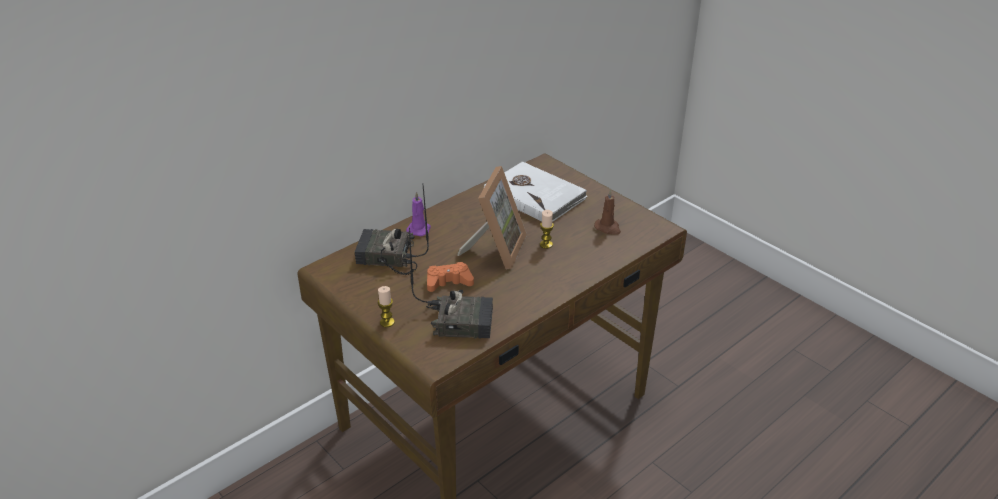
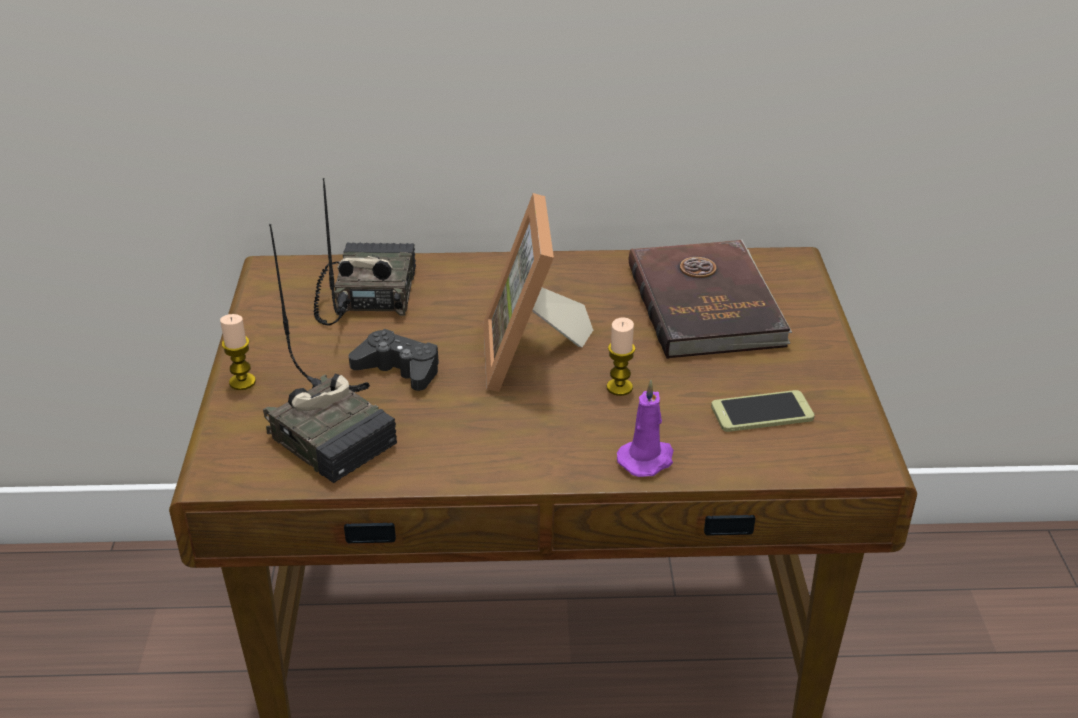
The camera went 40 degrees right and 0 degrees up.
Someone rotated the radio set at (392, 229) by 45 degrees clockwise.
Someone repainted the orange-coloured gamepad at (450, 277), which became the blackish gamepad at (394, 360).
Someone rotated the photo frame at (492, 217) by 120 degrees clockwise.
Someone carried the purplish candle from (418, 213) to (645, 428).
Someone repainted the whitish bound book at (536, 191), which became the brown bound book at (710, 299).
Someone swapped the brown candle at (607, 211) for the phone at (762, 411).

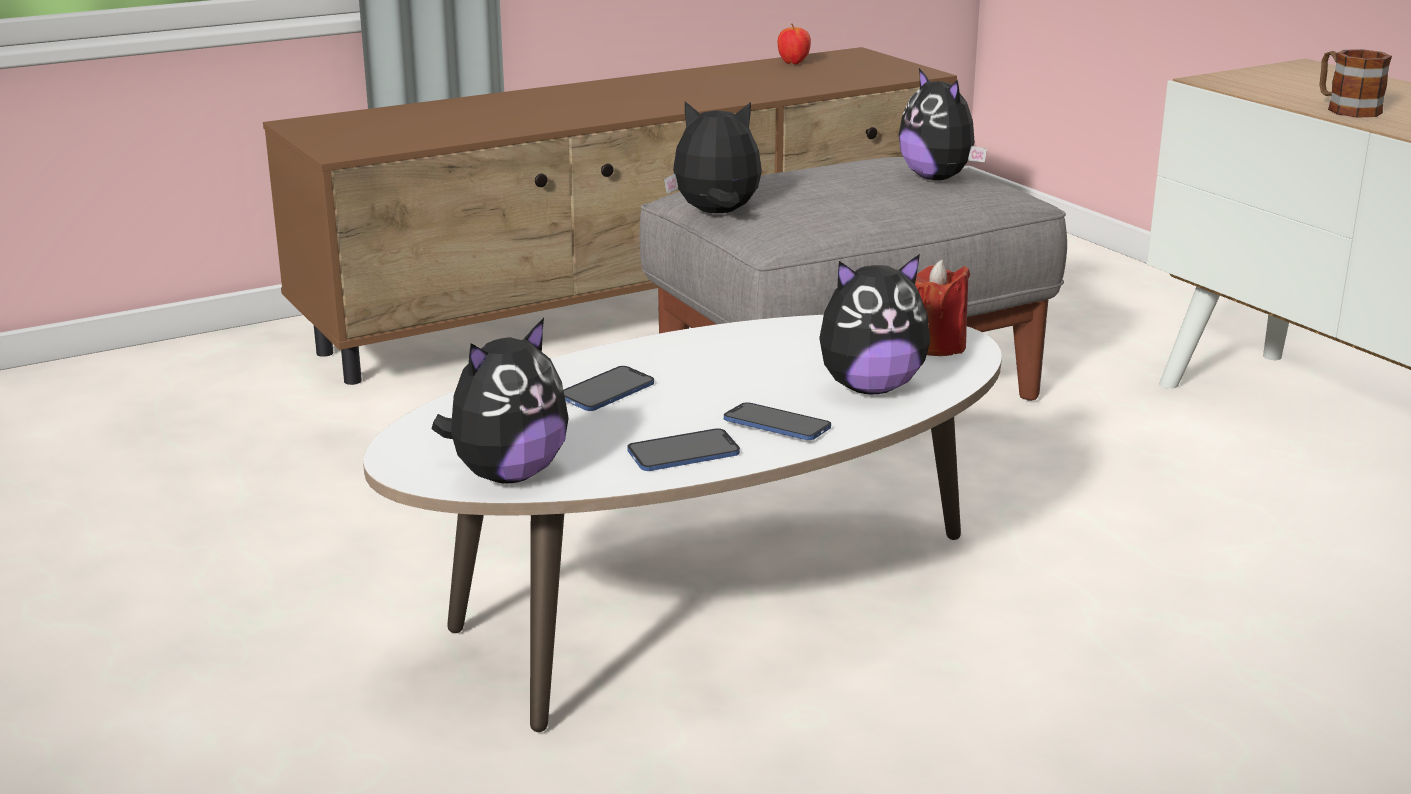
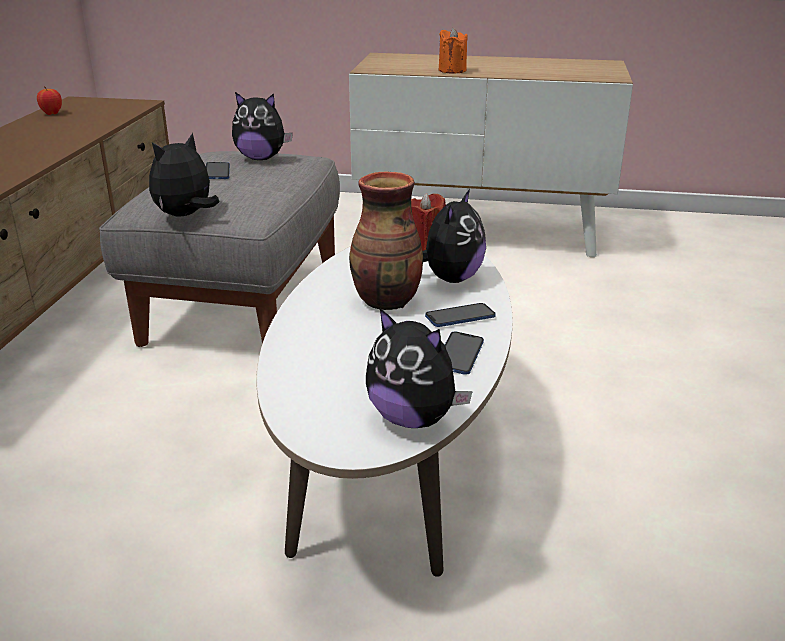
The camera went 50 degrees left and 5 degrees up.
Someone carried the phone from (608, 388) to (218, 170).
Someone put down the decorative vase at (386, 241).
Someone rotated the plush toy at (500, 401) by 135 degrees clockwise.
Someone swapped the tea mug at (1356, 83) for the orange-coloured candle at (453, 51).

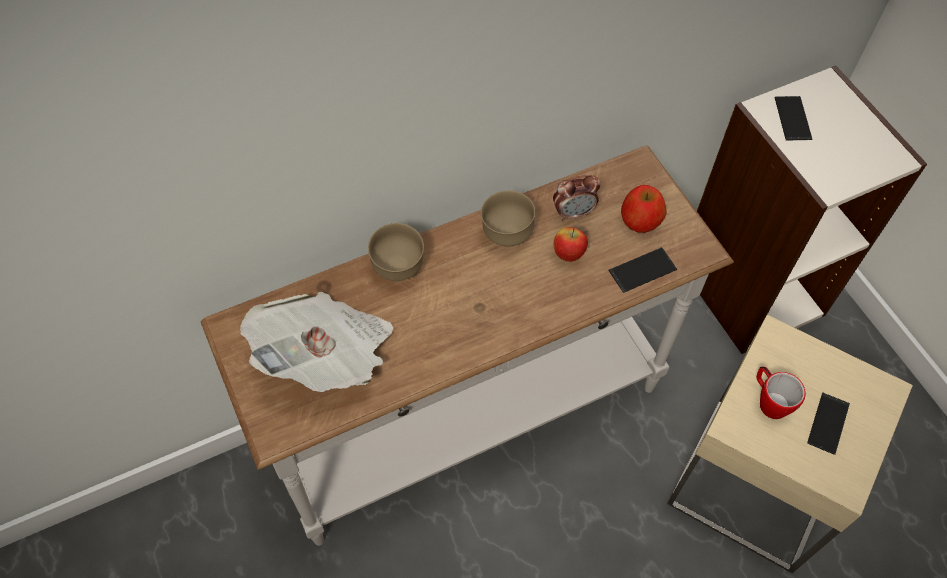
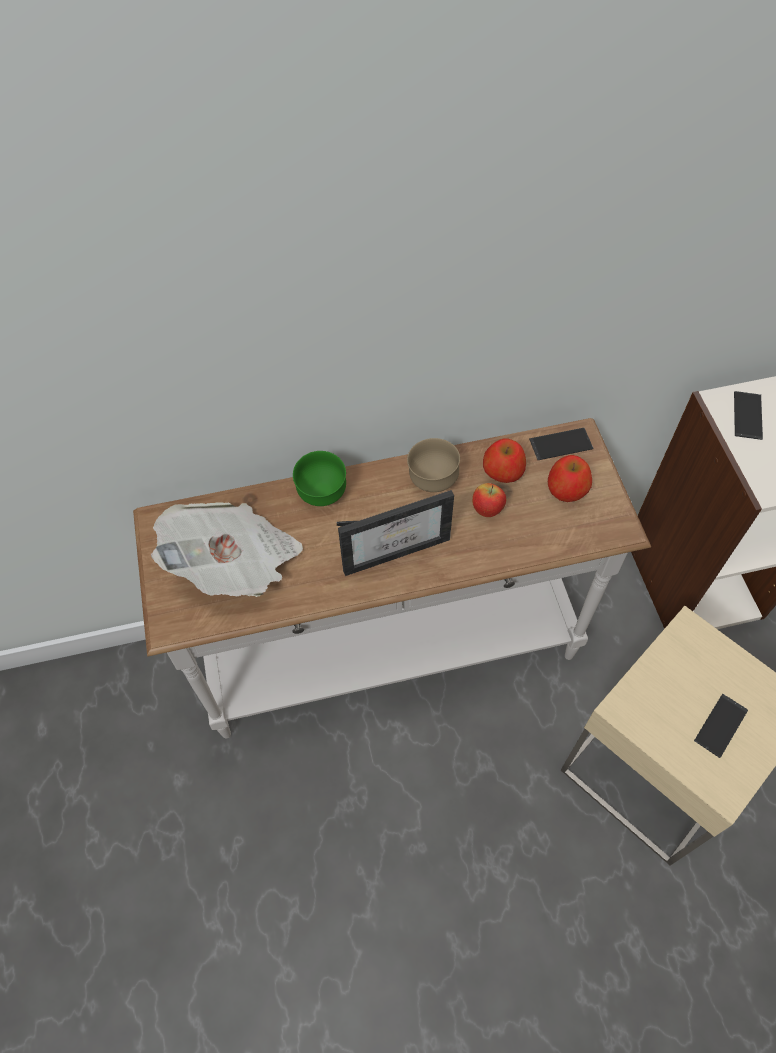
The camera went 15 degrees right and 0 degrees up.
Someone repainted the brown deep dish at (396, 252), which became the green deep dish at (319, 478).
Someone put down the photo frame at (395, 533).
Someone swapped the bedside clock at (576, 198) for the apple at (504, 460).
Someone carried the phone from (642, 270) to (561, 444).
Someone took away the tea mug at (781, 393).

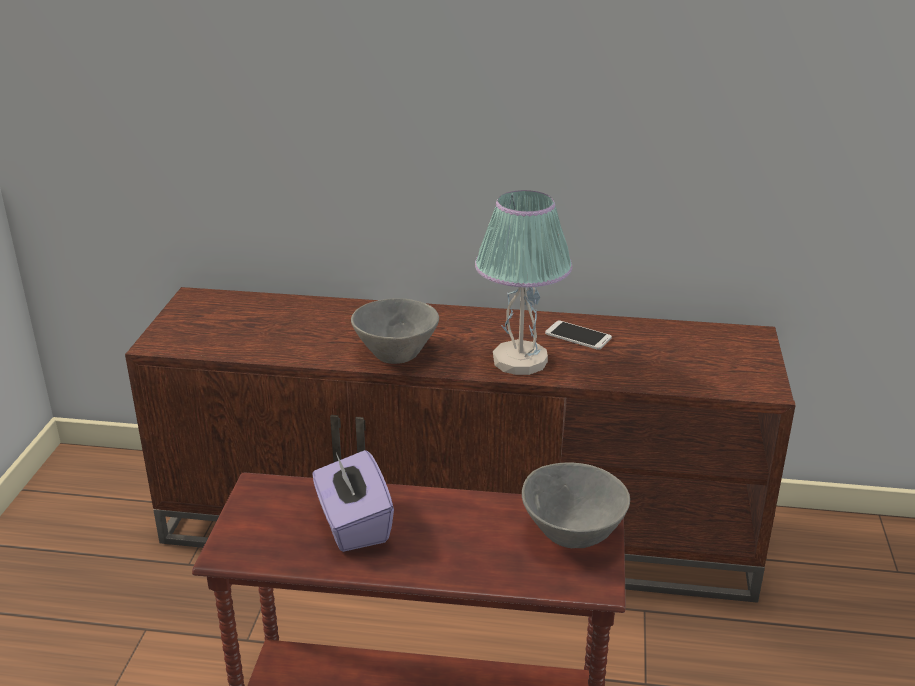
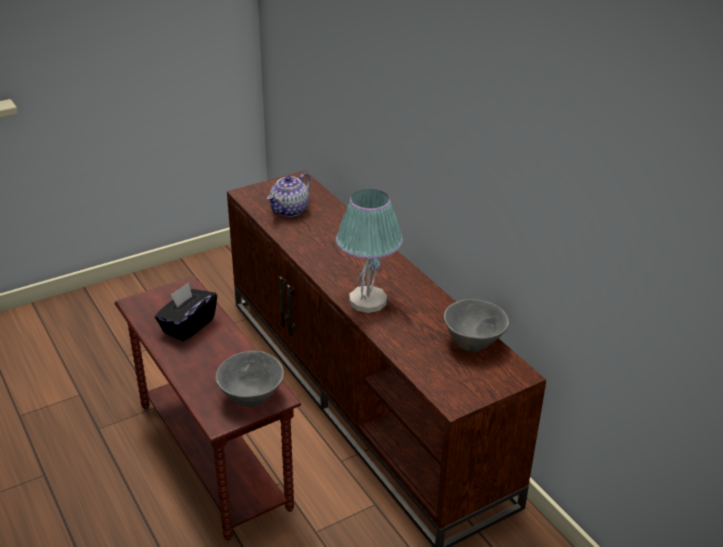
The camera went 50 degrees right and 5 degrees up.
Someone repainted the purplish tissue holder at (353, 501), which became the blackish tissue holder at (186, 312).
Someone put down the teapot at (289, 195).
Someone carried the grey deep dish from (395, 331) to (476, 325).
Someone took away the phone at (578, 335).

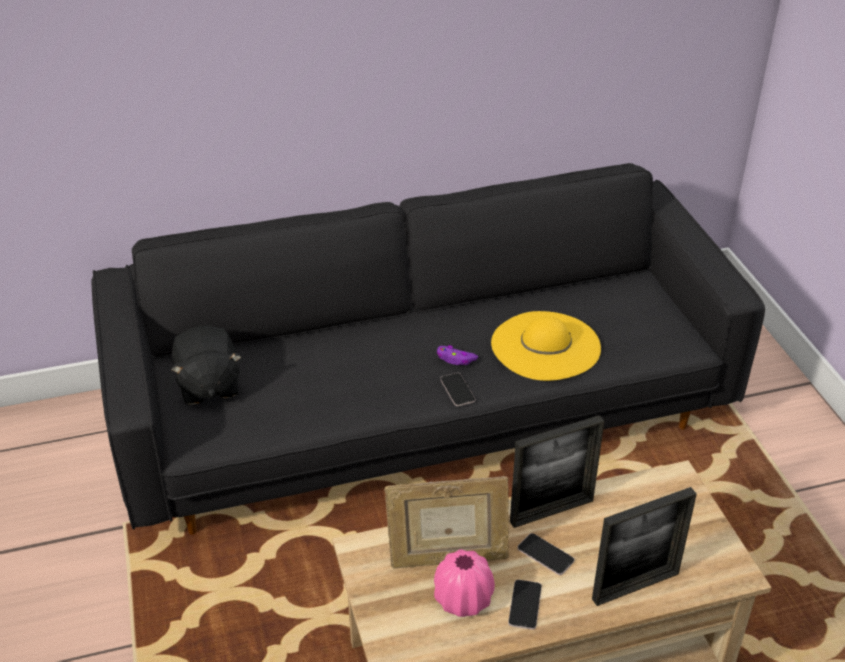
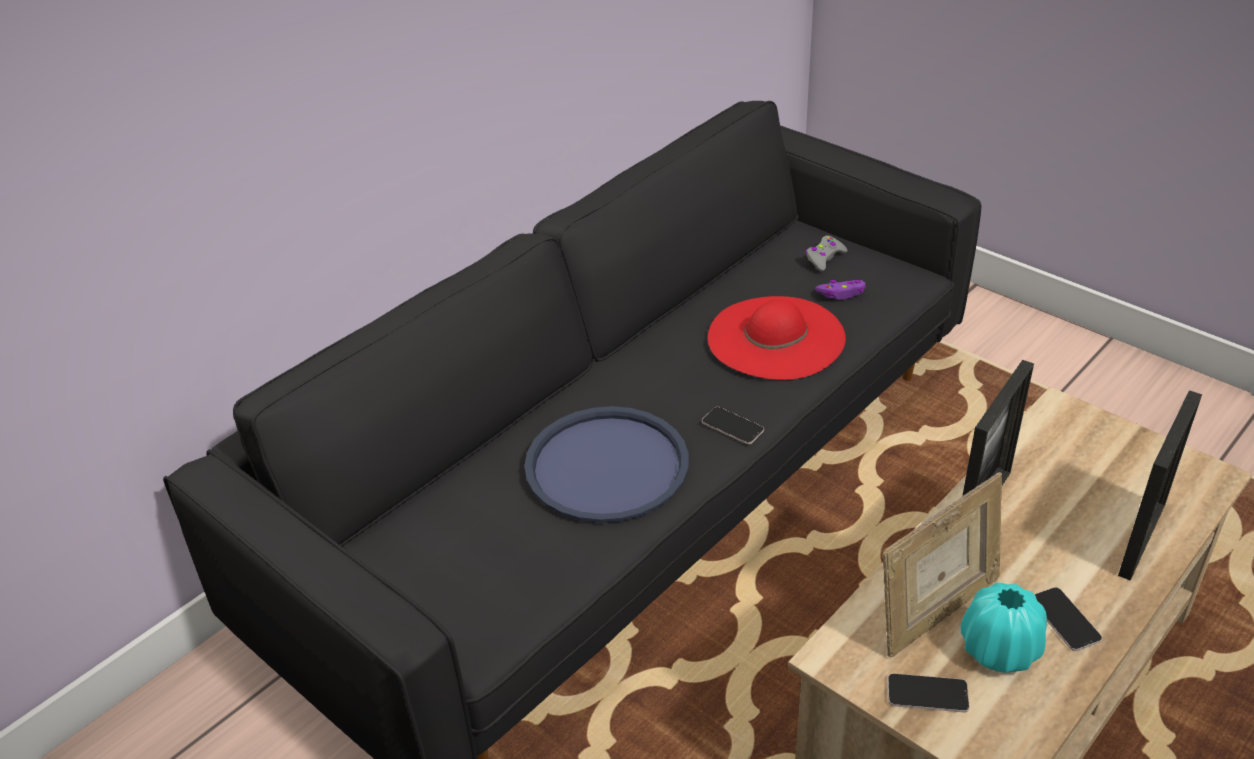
The camera went 30 degrees left and 0 degrees up.
Someone put down the blue-coloured carrying tray at (606, 464).
Someone repainted the yellowish clothing hat at (546, 346), which became the reddish clothing hat at (777, 338).
Someone put down the grey gamepad at (827, 253).
Someone carried the purplish gamepad from (457, 355) to (840, 290).
Someone carried the phone from (546, 554) to (929, 692).
Someone repainted the pink decorative vase at (464, 583), which became the blue-green decorative vase at (1004, 627).
Someone took away the blackish plush toy at (206, 365).

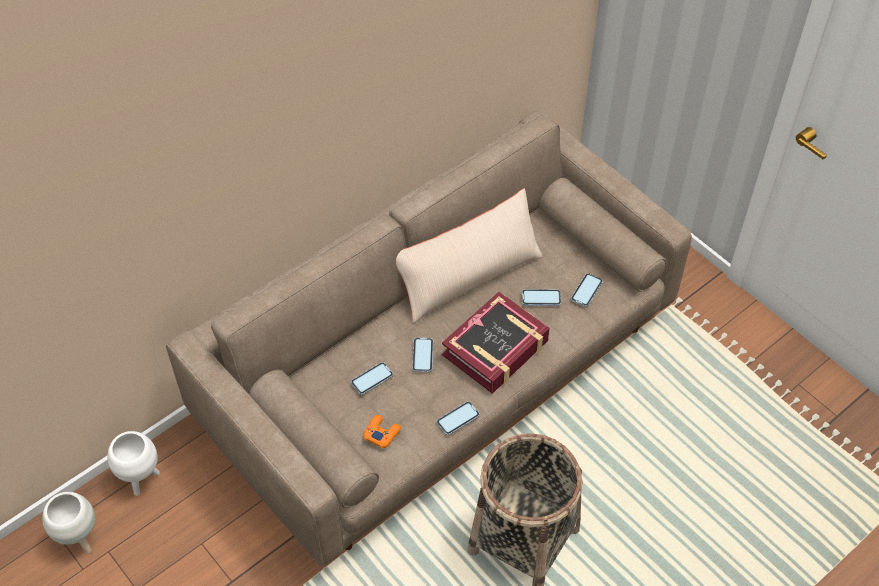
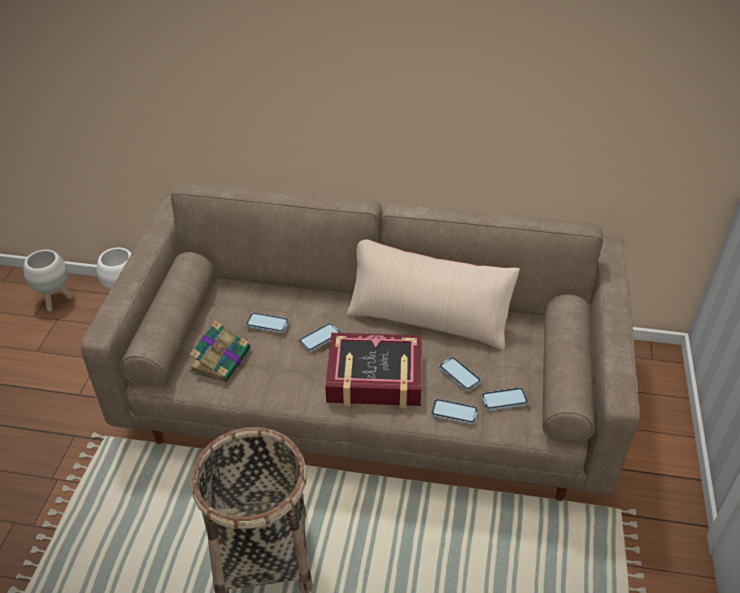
The camera went 50 degrees right and 10 degrees down.
Someone swapped the orange-coloured gamepad at (382, 432) for the bound book at (219, 352).
Someone carried the phone from (458, 418) to (454, 411).

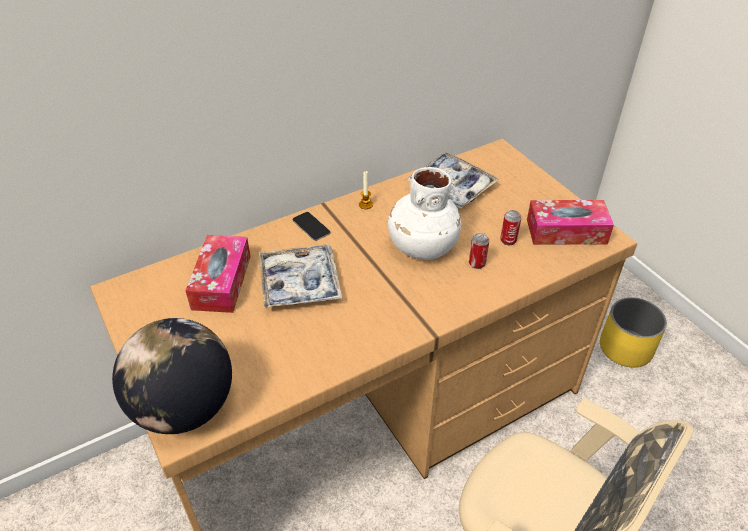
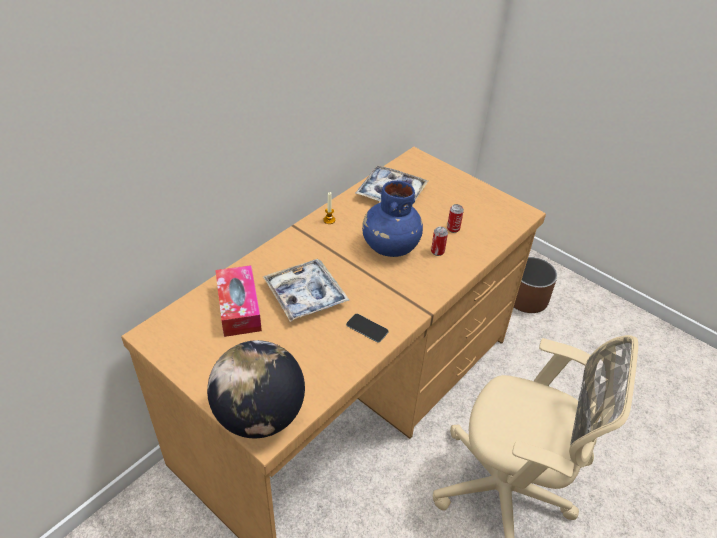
The camera went 20 degrees left and 0 degrees up.
Someone carried the phone from (311, 226) to (367, 328).
Someone repainted the whitish decorative vase at (424, 213), which became the blue-coloured decorative vase at (392, 218).
Someone repainted the yellowish plant pot at (633, 332), which became the brown plant pot at (535, 285).
Someone took away the tissue holder at (570, 222).

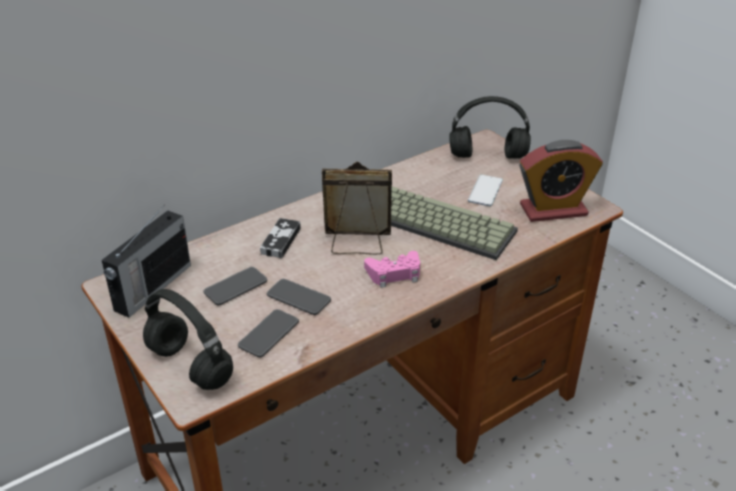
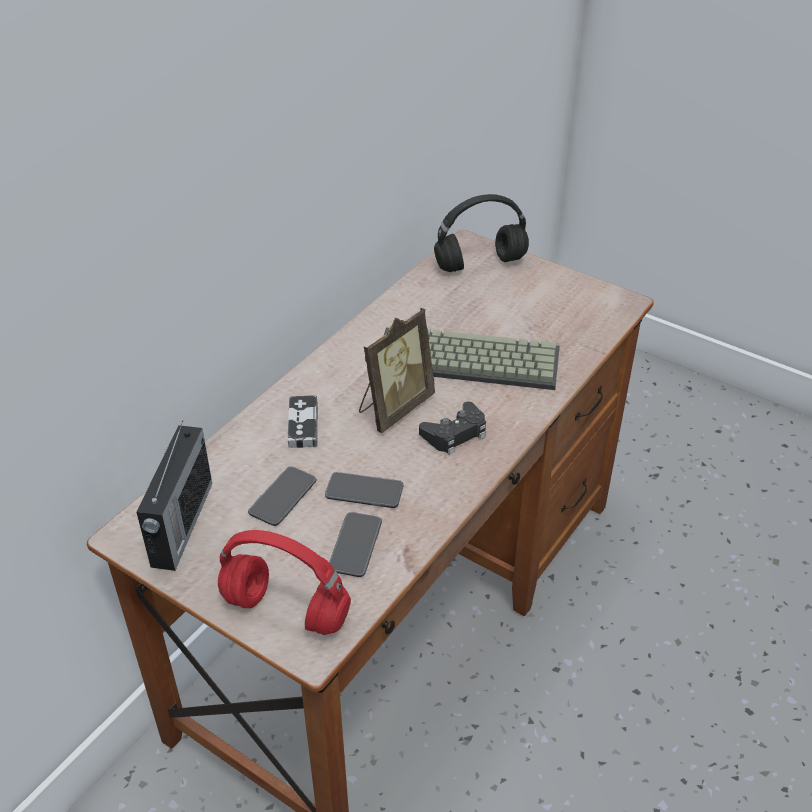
The camera went 20 degrees left and 5 degrees up.
Someone repainted the blackish headset at (188, 339), which became the reddish headset at (284, 582).
Someone rotated the photo frame at (357, 208) by 150 degrees clockwise.
Someone repainted the pink gamepad at (392, 269), which became the blackish gamepad at (452, 428).
Someone took away the phone at (485, 190).
Someone took away the bedside clock at (561, 181).

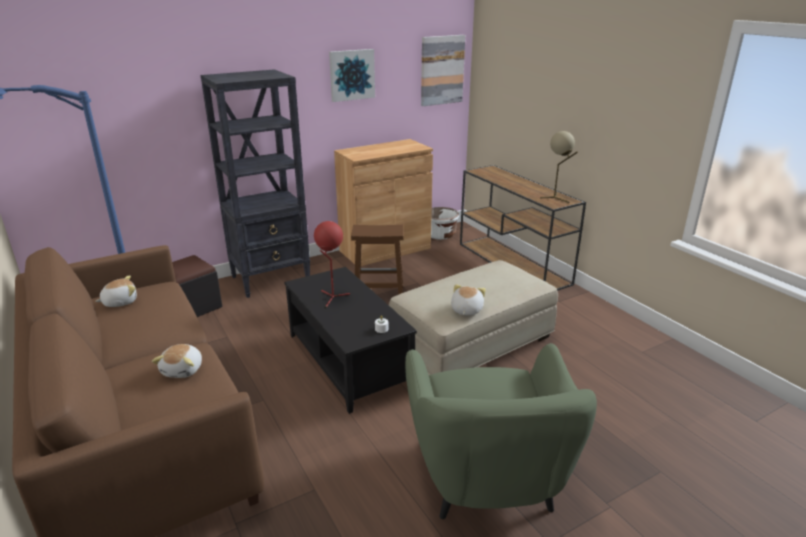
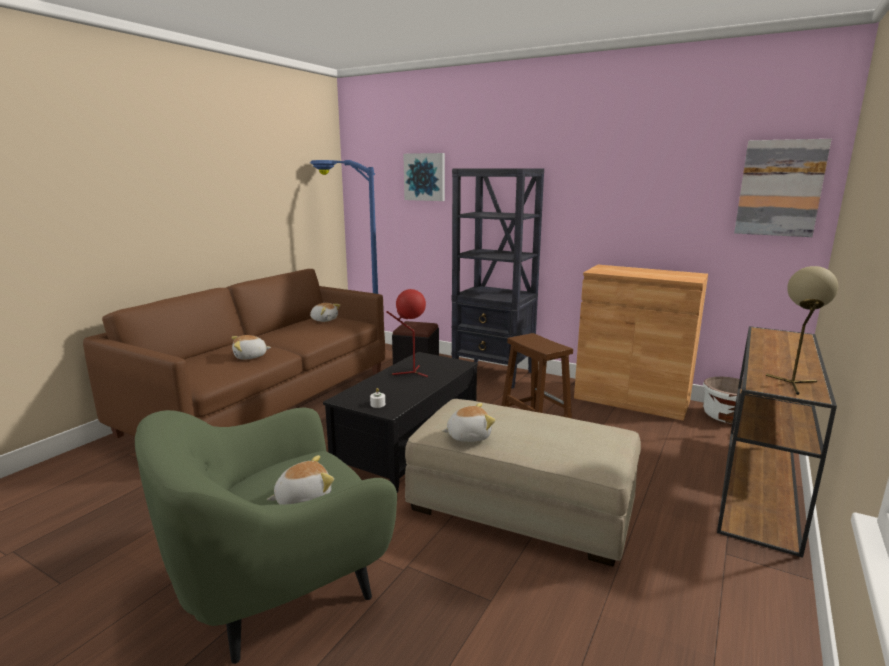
The camera went 60 degrees right and 10 degrees down.
Someone put down the plush toy at (300, 479).
Someone carried the picture from (352, 75) to (424, 177).

